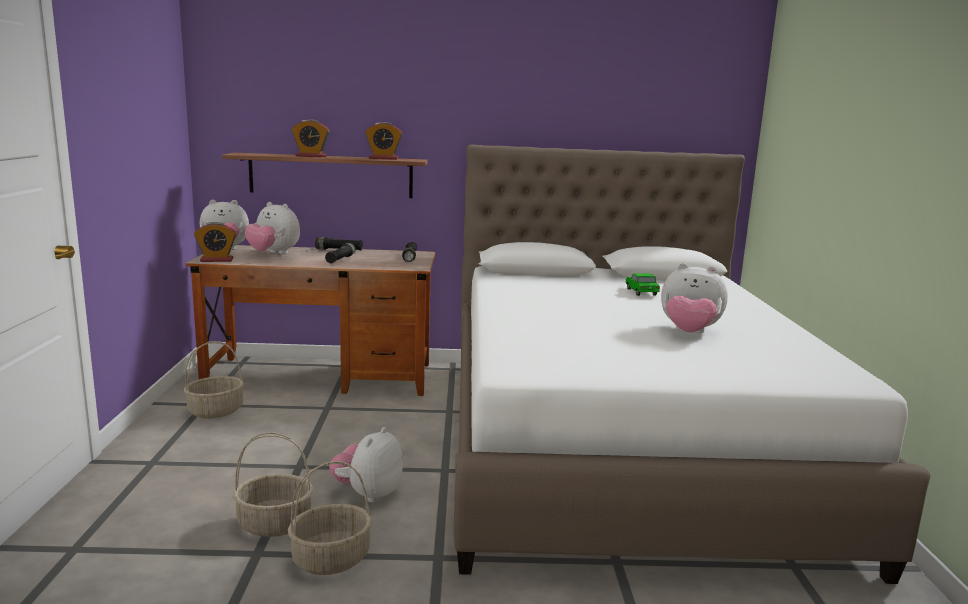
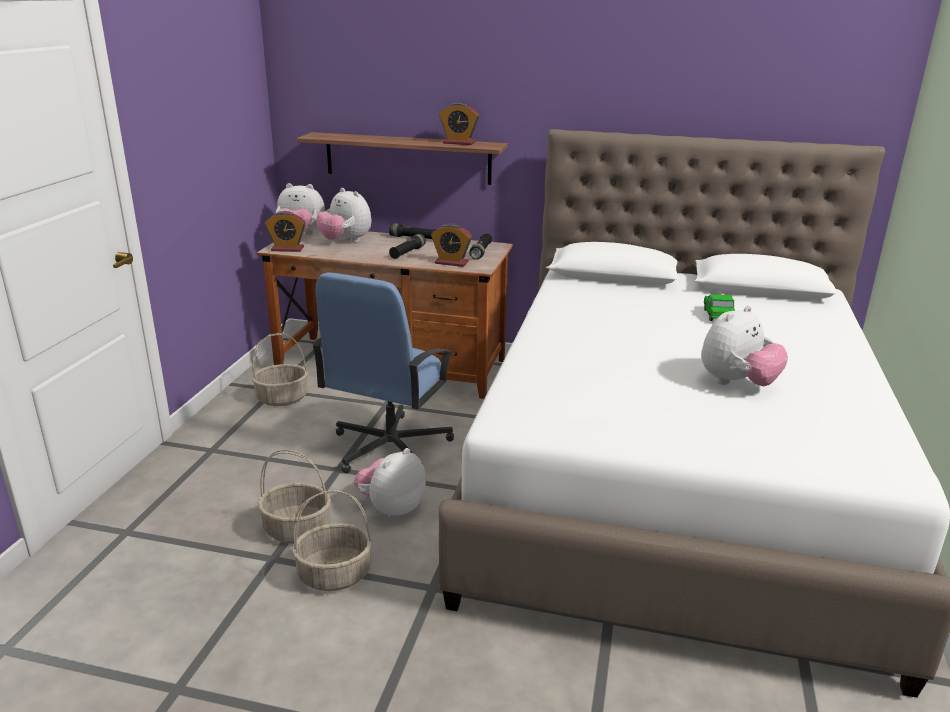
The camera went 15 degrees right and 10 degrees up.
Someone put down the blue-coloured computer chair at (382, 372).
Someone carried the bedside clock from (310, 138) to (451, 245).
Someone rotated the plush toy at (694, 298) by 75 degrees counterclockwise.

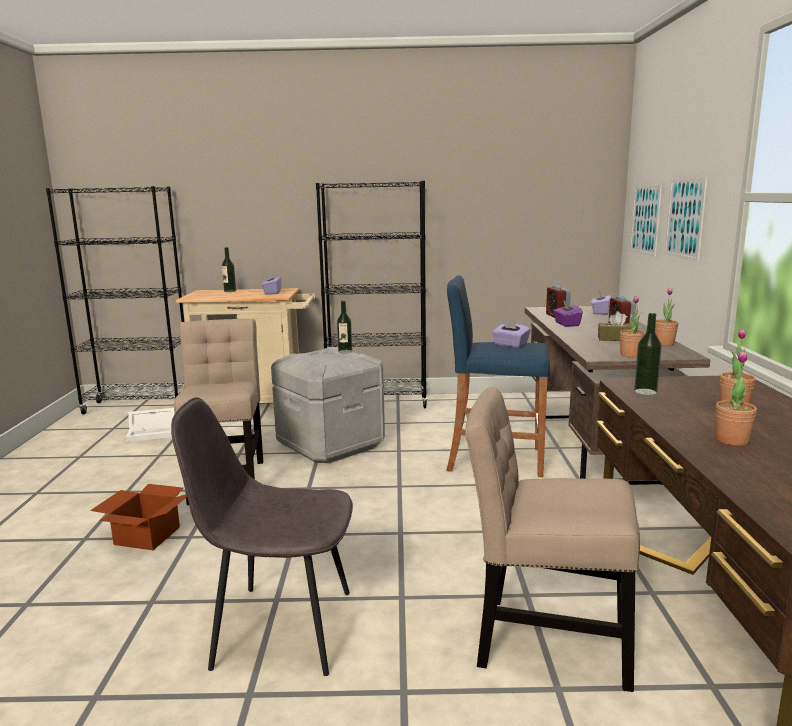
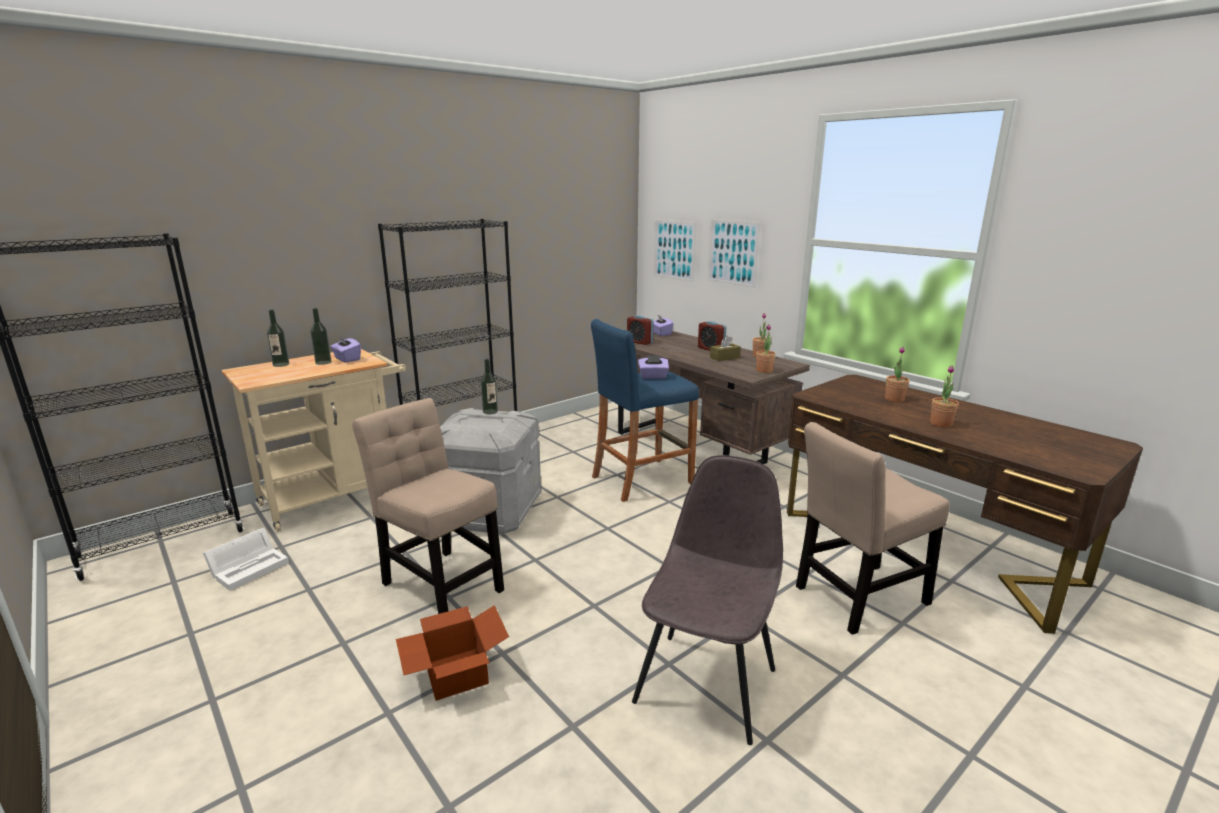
The camera went 40 degrees left and 5 degrees up.
Someone carried the drink bottle from (648, 354) to (321, 336).
Someone rotated the grey chair at (262, 537) by 150 degrees clockwise.
Someone took away the purplish tissue holder at (568, 313).

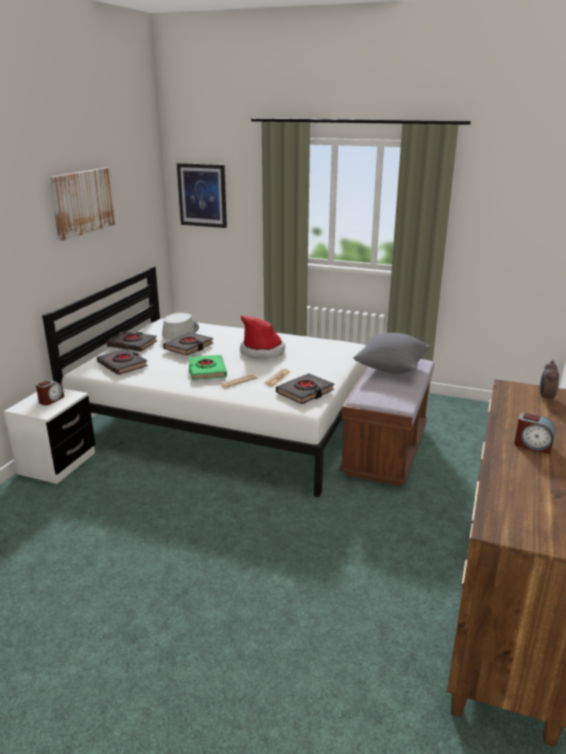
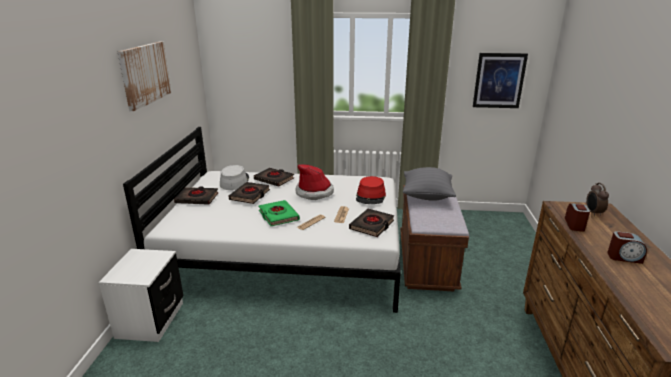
The camera went 15 degrees left and 0 degrees up.
Someone carried the blackish bound book from (122, 362) to (274, 177).
Someone put down the reddish clothing hat at (371, 190).
Someone carried the picture from (202, 195) to (500, 80).
Someone carried the bedside clock from (50, 393) to (577, 217).

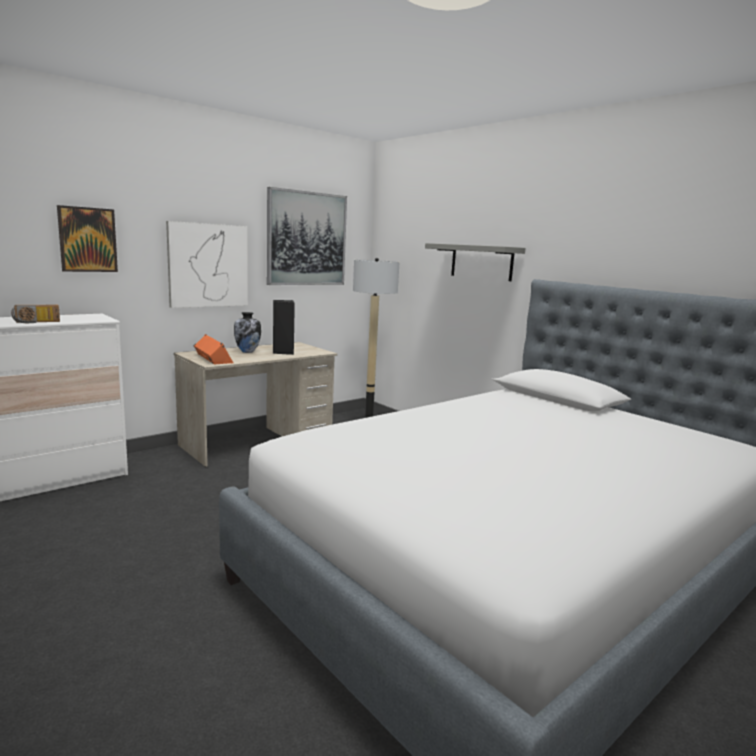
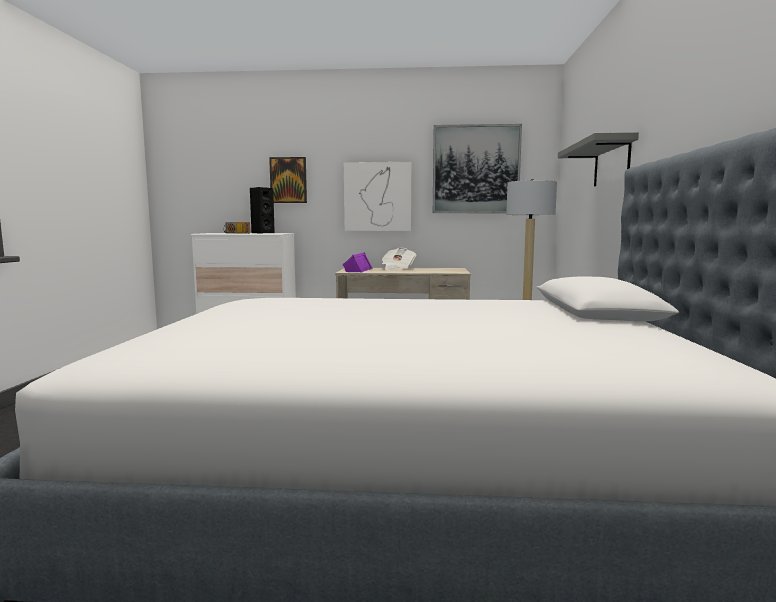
The camera went 45 degrees right and 5 degrees down.
Someone carried the blackish audio speaker from (284, 327) to (262, 210).
Someone repainted the orange-coloured audio speaker at (213, 349), which became the purplish audio speaker at (358, 262).
Someone swapped the decorative vase at (247, 332) for the daily paper at (399, 259).

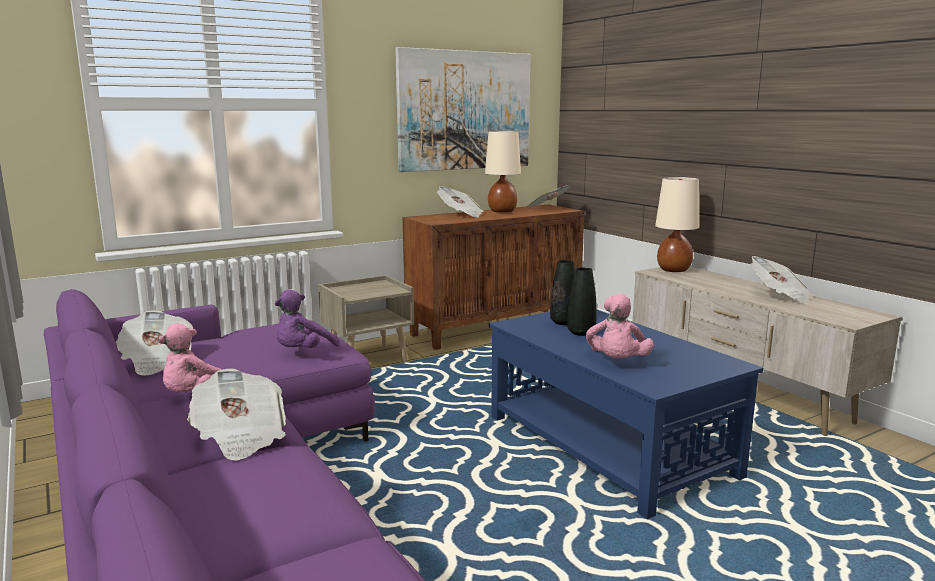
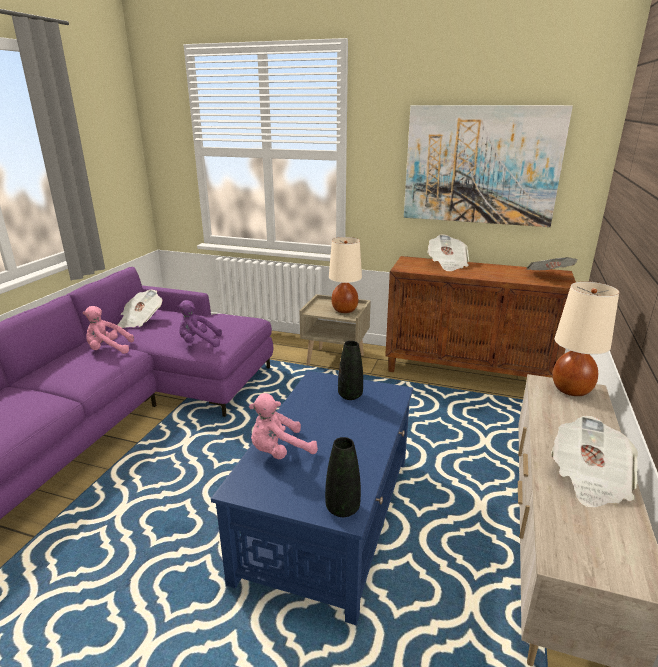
The camera went 50 degrees right and 10 degrees up.
Someone carried the blackish decorative vase from (582, 301) to (343, 477).
Someone carried the beige-coloured tabletop lamp from (503, 172) to (345, 275).
Someone took away the daily paper at (236, 415).

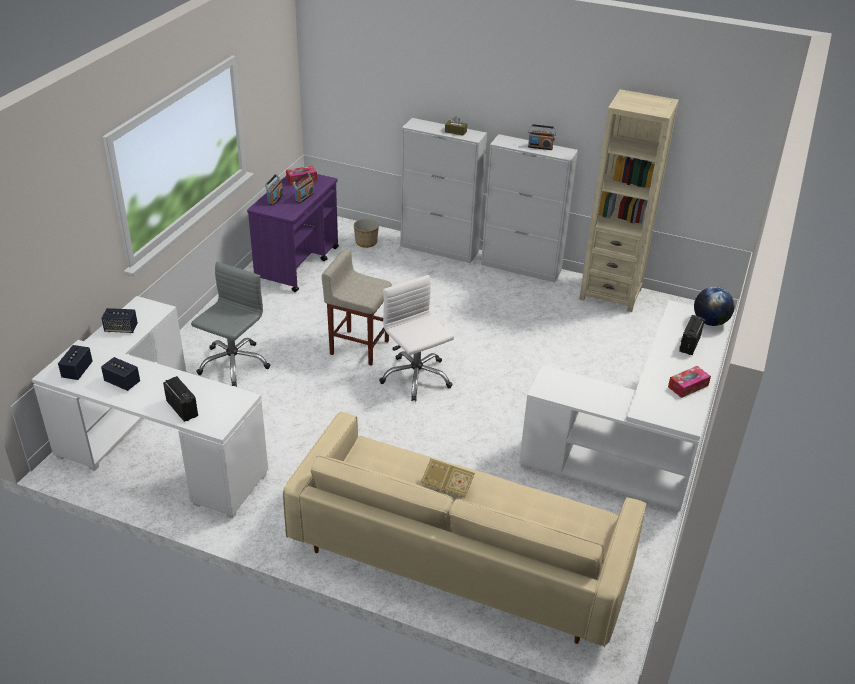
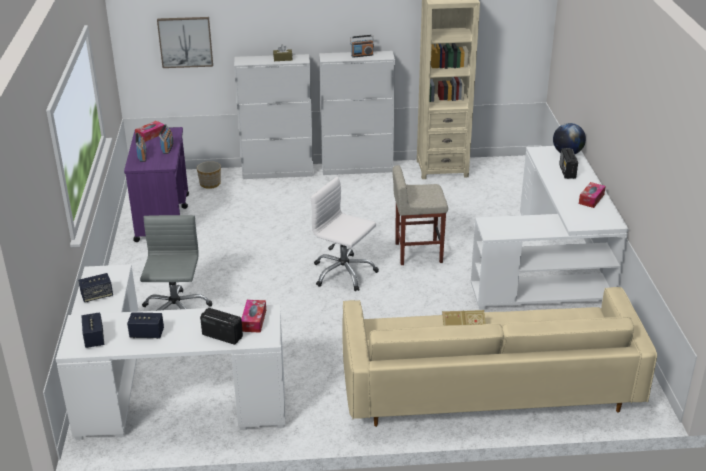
The camera went 25 degrees left and 5 degrees down.
Someone put up the picture at (185, 42).
Someone put down the tissue holder at (253, 316).
Someone carried the beige-coloured stool seat from (357, 307) to (420, 215).

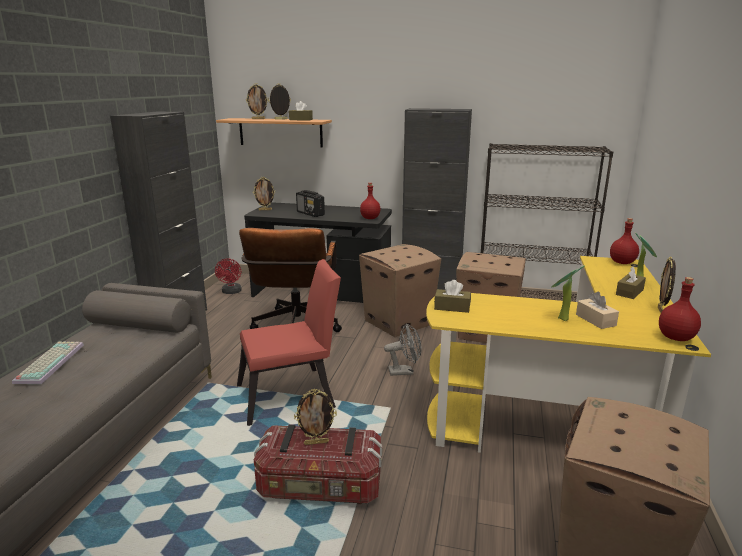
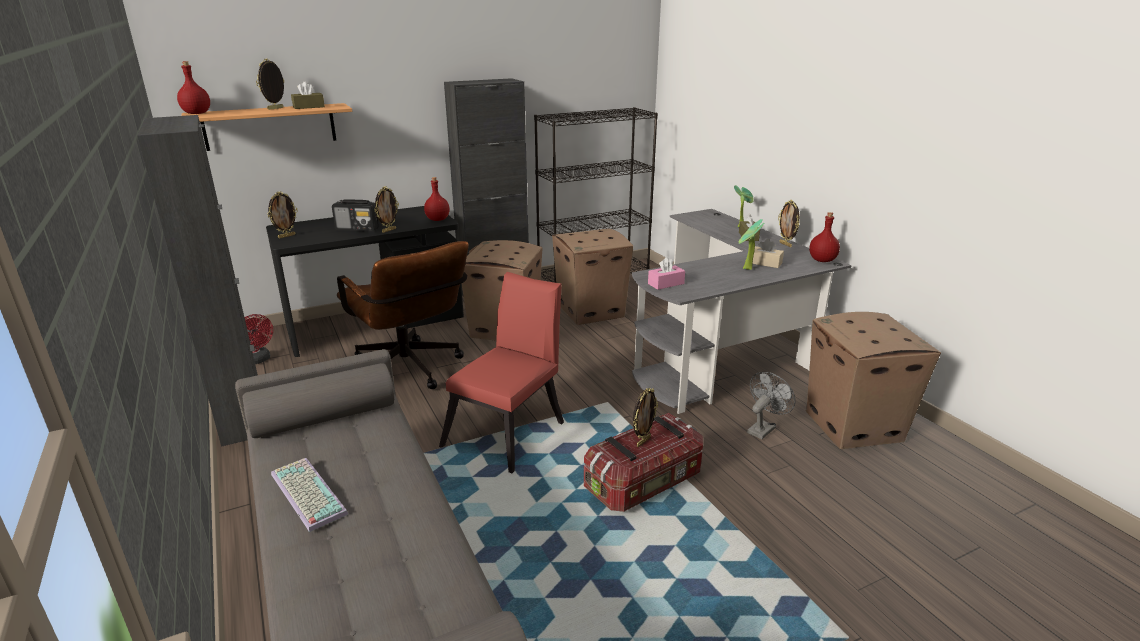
The camera went 40 degrees left and 5 degrees up.
Someone carried the reddish drink bottle from (624, 241) to (193, 87).
Someone carried the photo frame from (257, 101) to (386, 209).
Someone repainted the yellowish desk table at (568, 354), which became the grey desk table at (742, 311).
Someone repainted the brown tissue holder at (452, 296), which became the pink tissue holder at (666, 273).
Someone carried the grey cooling fan from (403, 349) to (771, 405).

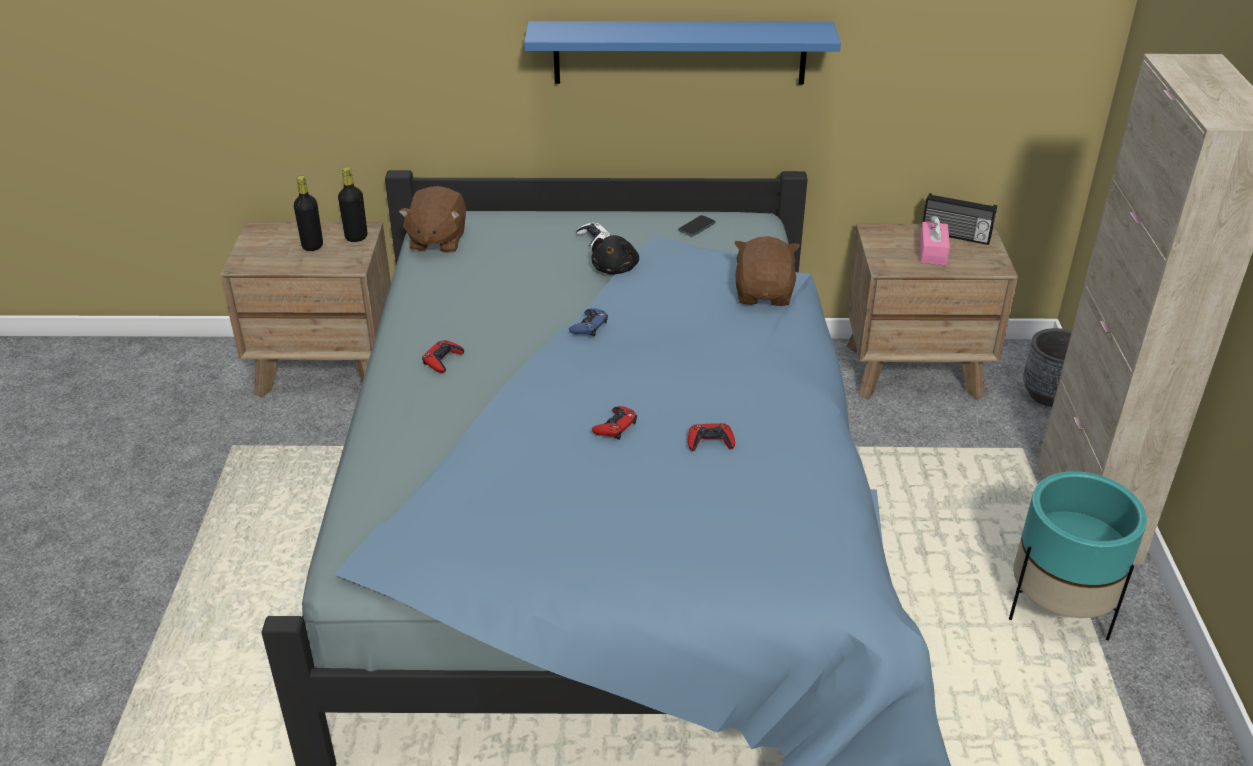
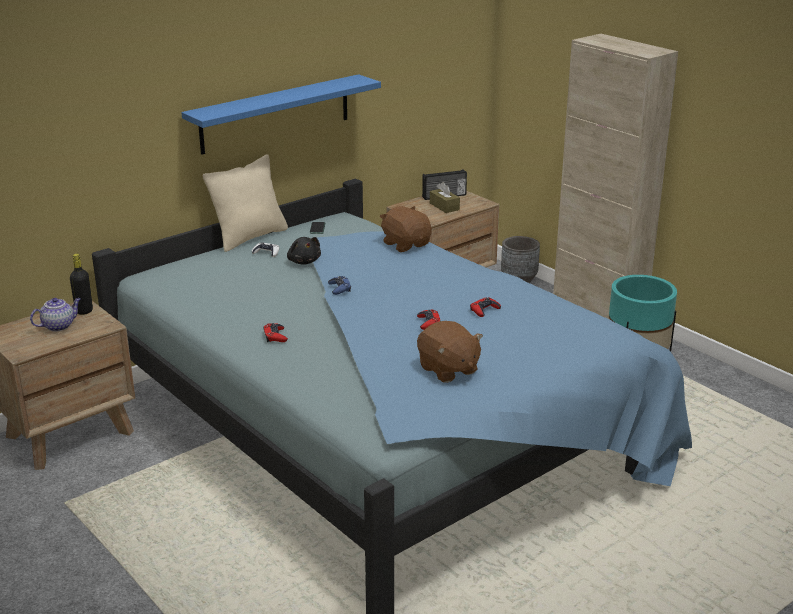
The camera went 40 degrees left and 10 degrees down.
Someone swapped the blackish drink bottle at (308, 213) for the teapot at (55, 315).
Someone put down the beige-coloured cushion at (245, 203).
Someone carried the brown plush toy from (432, 219) to (450, 352).
Someone repainted the pink tissue holder at (935, 240), which became the brown tissue holder at (445, 197).

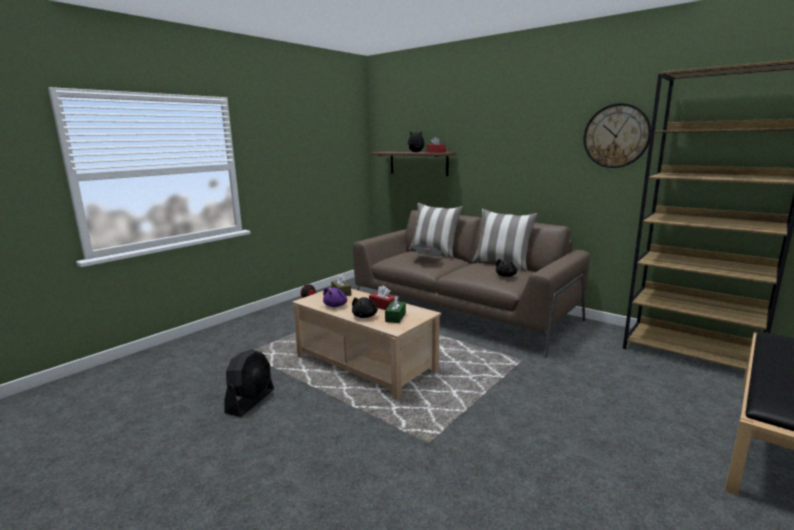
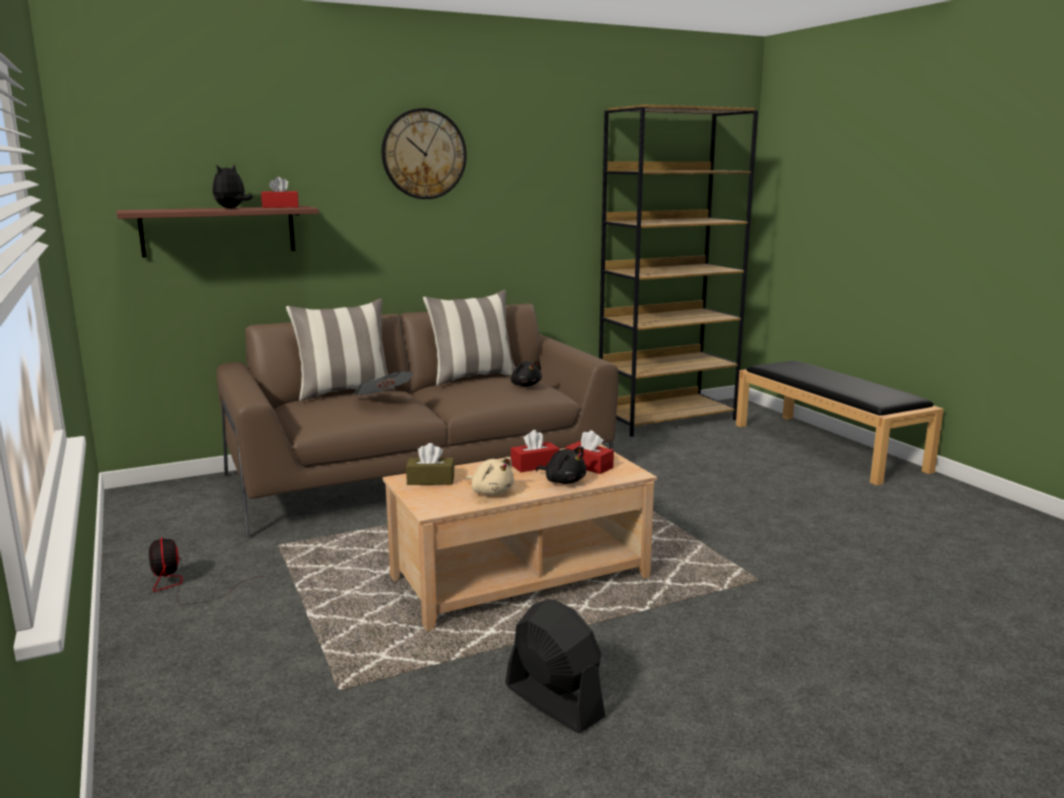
The camera went 65 degrees left and 0 degrees up.
Someone carried the hanging clock from (617, 135) to (424, 153).
Someone repainted the purplish plush toy at (335, 297), which became the beige-coloured plush toy at (490, 476).
Someone repainted the green tissue holder at (395, 309), which became the reddish tissue holder at (590, 452).

